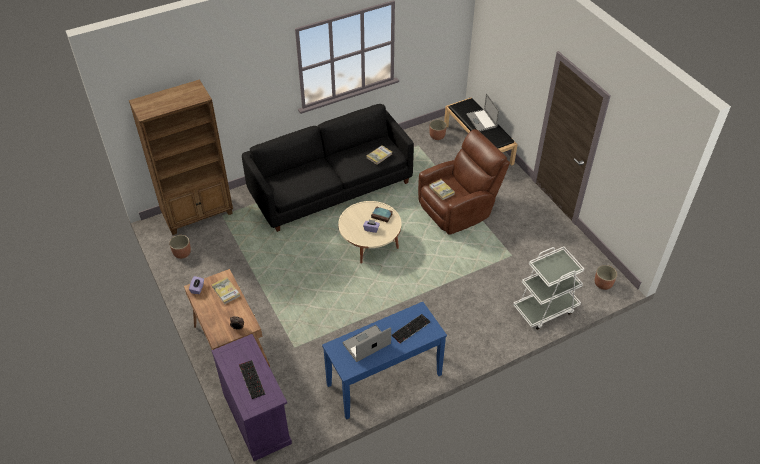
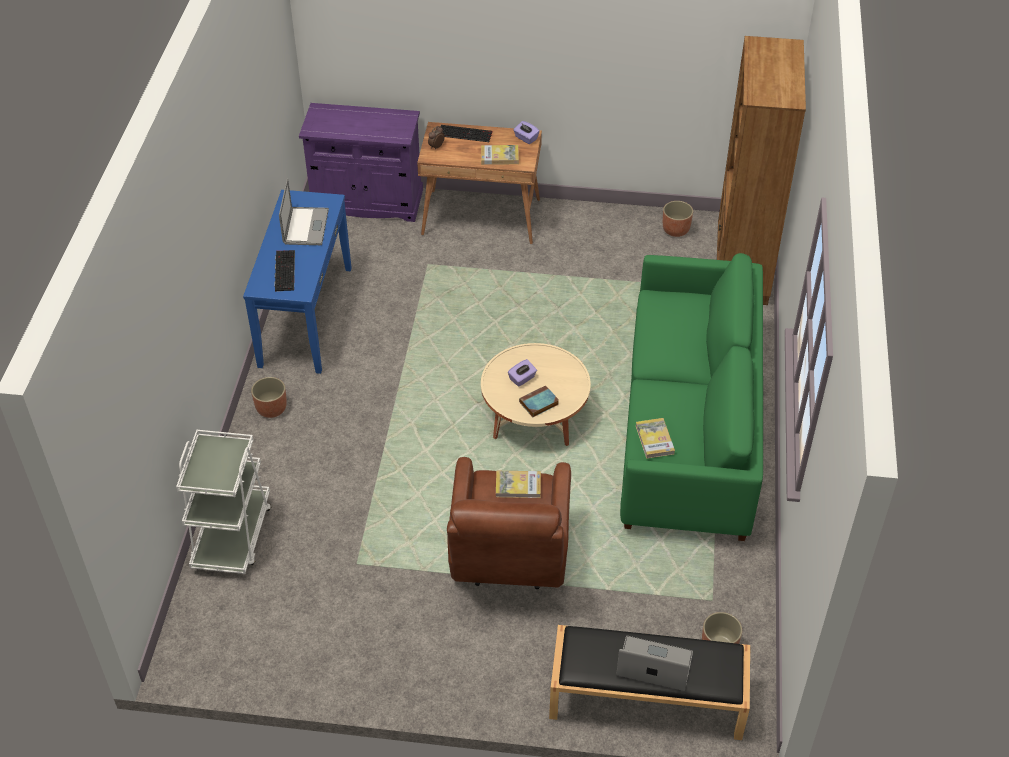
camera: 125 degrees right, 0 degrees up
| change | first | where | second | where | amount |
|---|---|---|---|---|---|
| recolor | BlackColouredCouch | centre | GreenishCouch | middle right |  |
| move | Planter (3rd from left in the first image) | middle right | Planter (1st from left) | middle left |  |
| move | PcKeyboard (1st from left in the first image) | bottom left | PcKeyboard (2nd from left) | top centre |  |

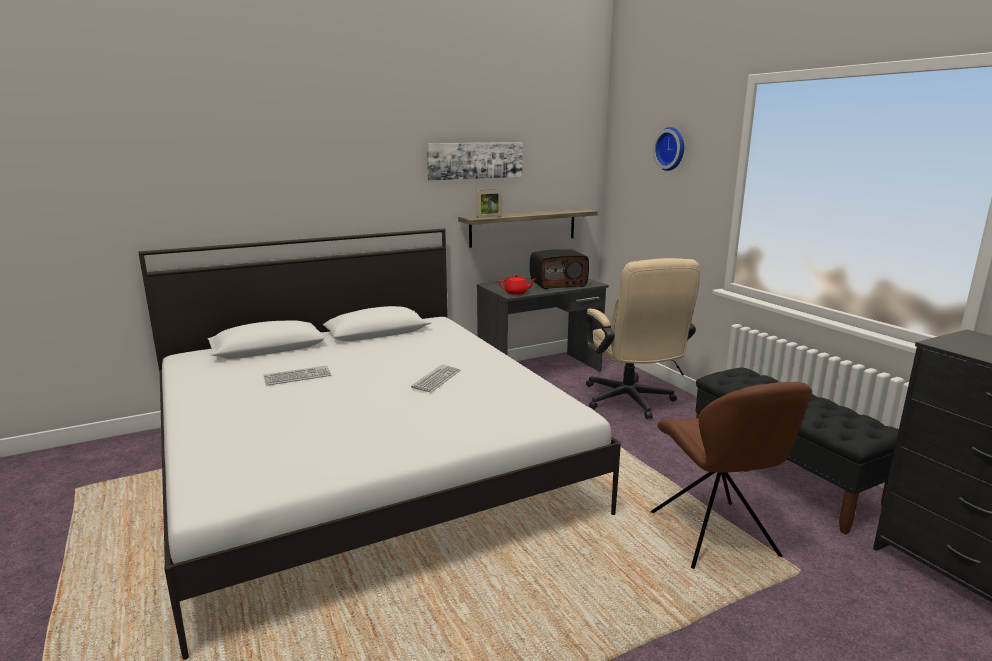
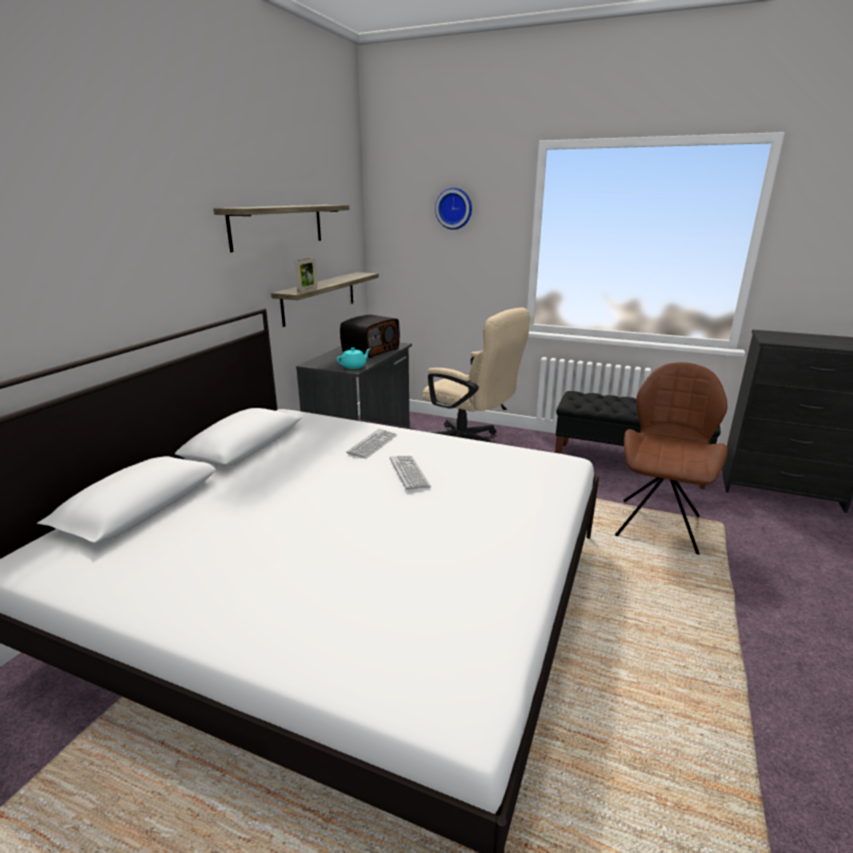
camera: 40 degrees left, 5 degrees up
| change | first | where | second | where | amount |
|---|---|---|---|---|---|
| replace | Picture | top centre | WallShelf (1st from left) | top left |  |
| recolor | RedColouredPotForTea | centre | TurquoiseColouredPotForTea | centre |  |
| move | PcKeyboard (1st from left) | middle left |  | centre |  |
| rotate | BrownColouredChair | bottom right |  | middle right | 105 degrees counterclockwise |

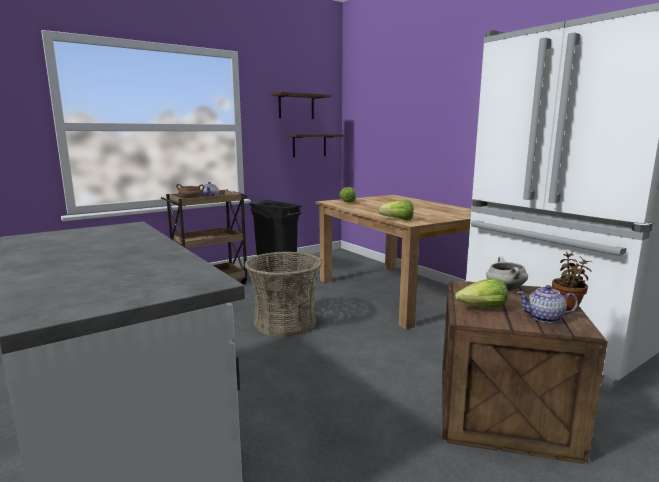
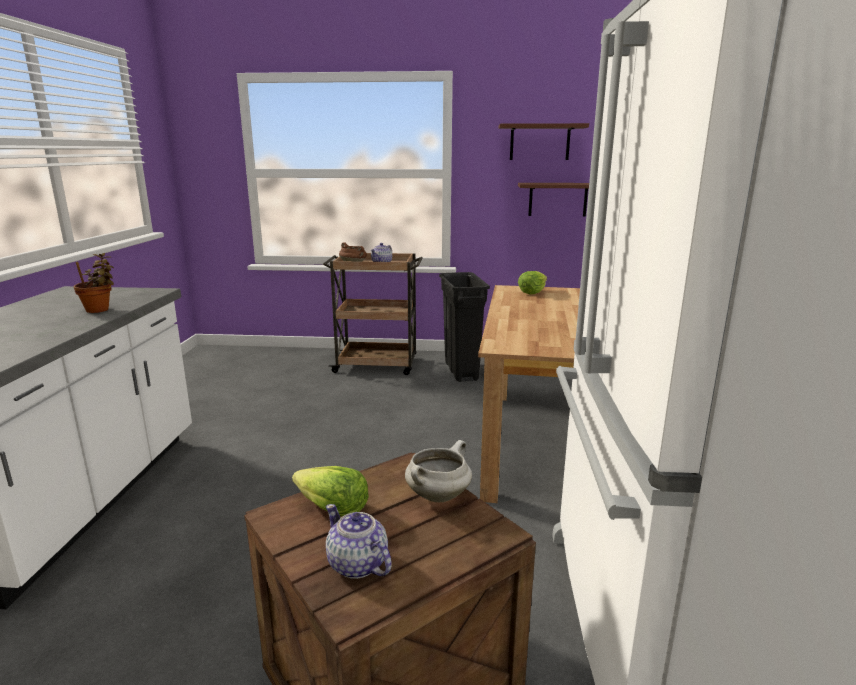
camera: 40 degrees right, 5 degrees up
| change | first | where | second | where | amount |
|---|---|---|---|---|---|
| delete | HeadOfLettuce (2nd from left) | centre |  |  |  |
| delete | StorageBasket | centre |  |  |  |
| move | Houseplant | middle right |  | middle left |  |

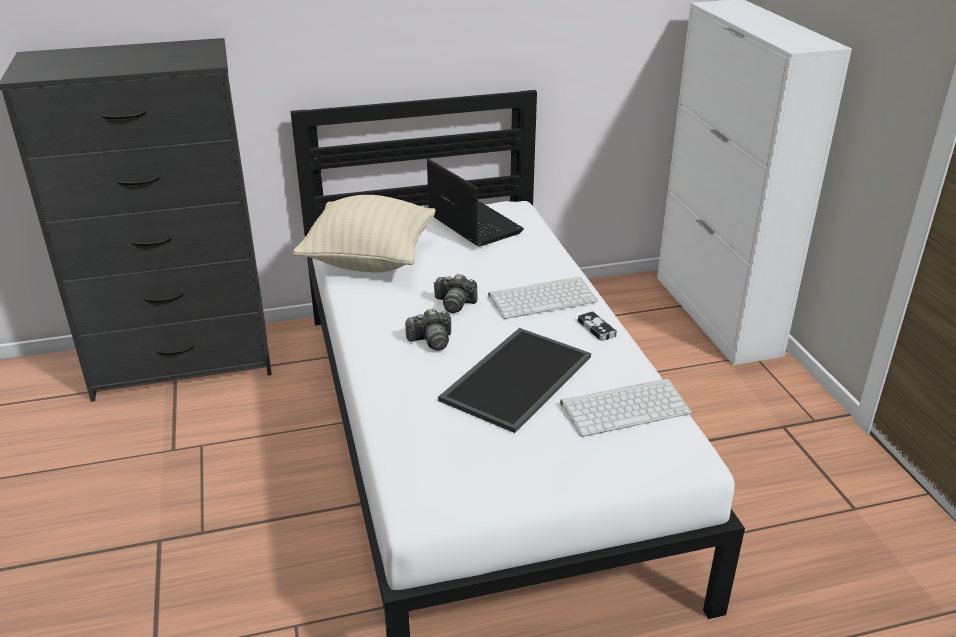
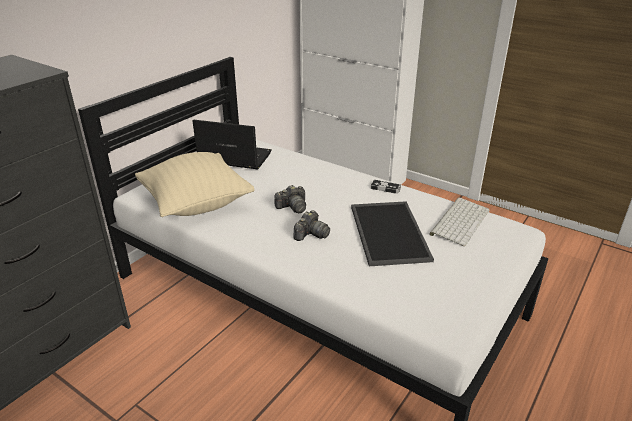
camera: 40 degrees left, 0 degrees up
| change | first | where | second | where | amount |
|---|---|---|---|---|---|
| delete | PcKeyboard (1st from left) | centre |  |  |  |

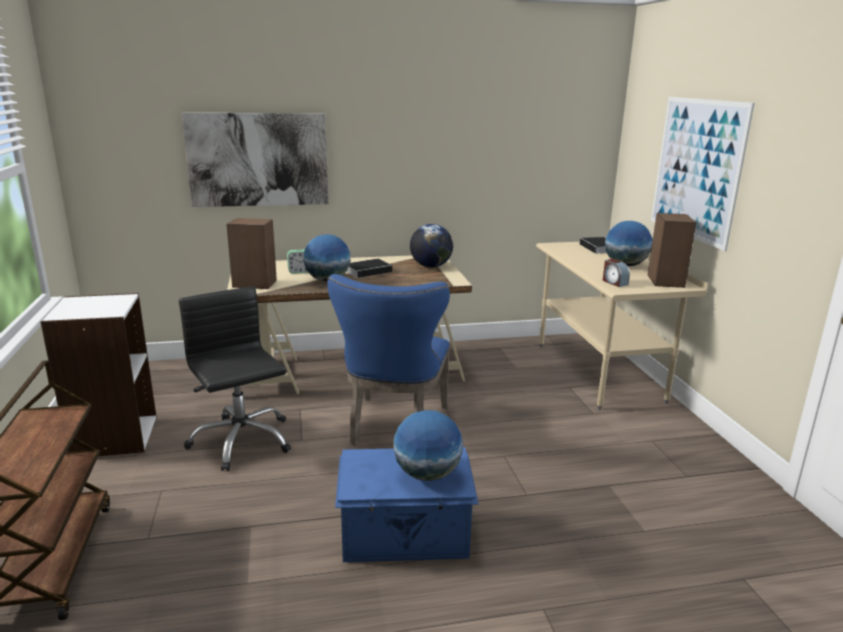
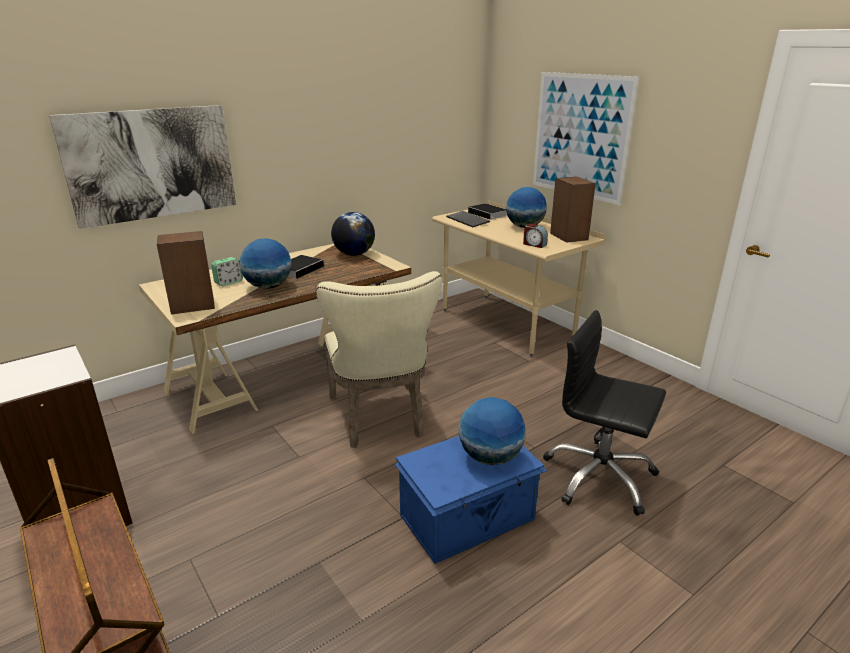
camera: 25 degrees left, 5 degrees up
| change | first | where | second | where | amount |
|---|---|---|---|---|---|
| recolor | BlueColouredChair | centre | BeigeColouredChair | centre |  |
| move | BlackColouredDeskChair | middle left |  | middle right |  |
| insert |  |  | PcKeyboard | centre |  |

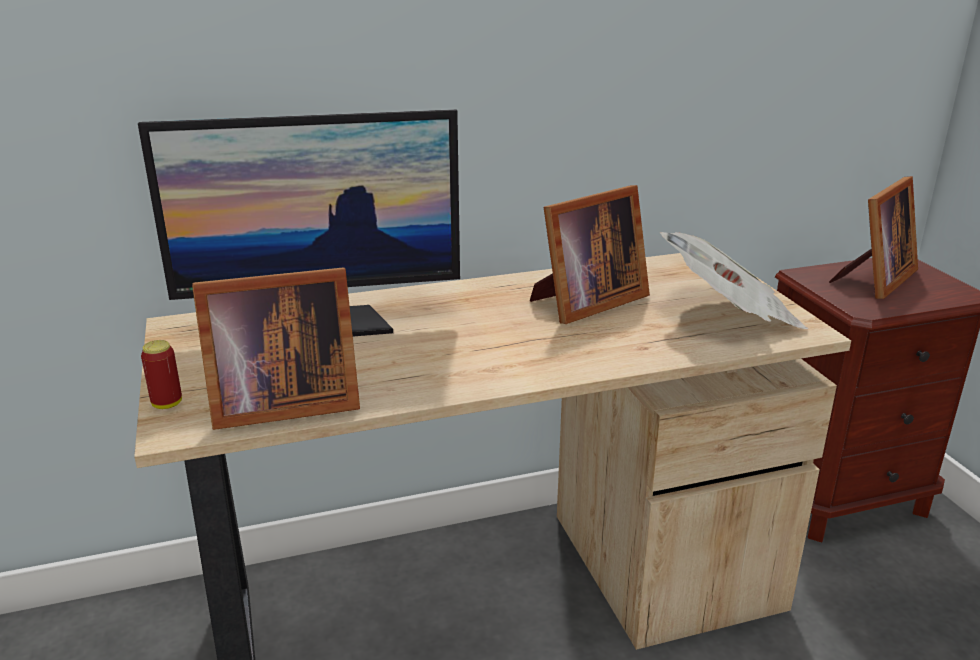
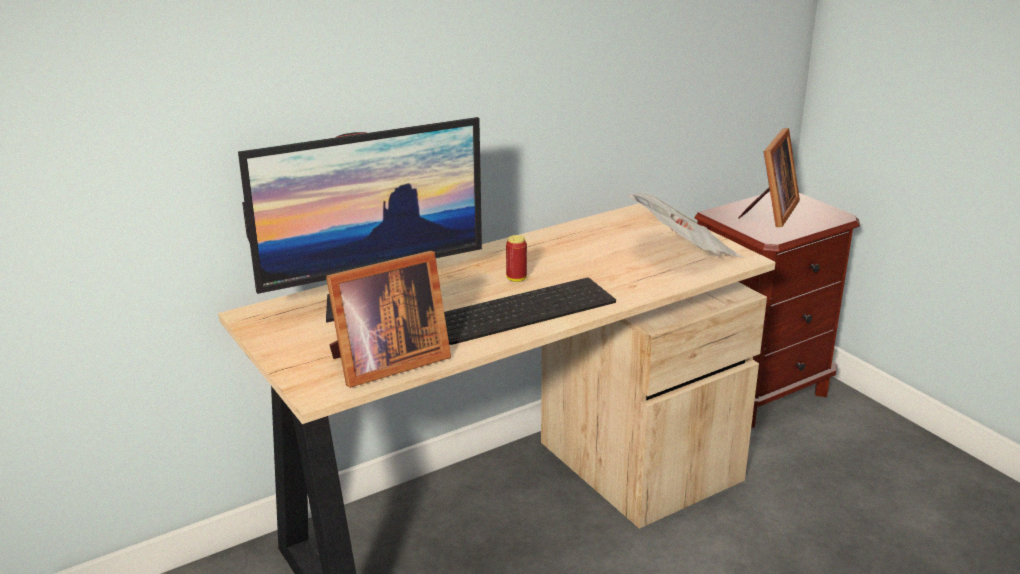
camera: 15 degrees left, 0 degrees up
| change | first | where | second | where | amount |
|---|---|---|---|---|---|
| delete | StandingFrame (2nd from left) | centre |  |  |  |
| move | MetalCan | middle left |  | centre |  |
| insert |  |  | PcKeyboard | centre |  |

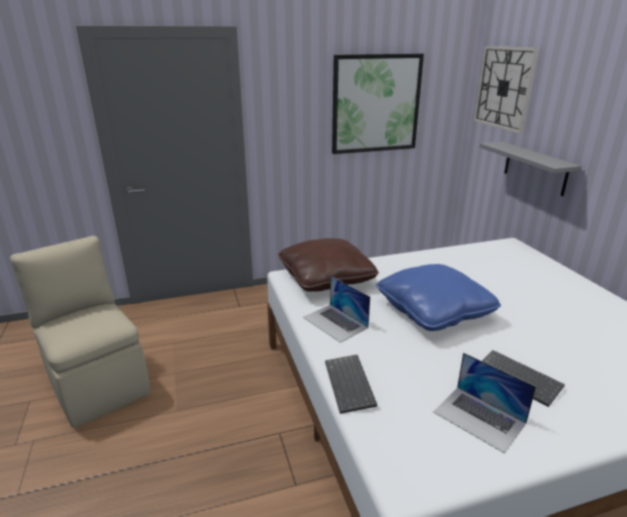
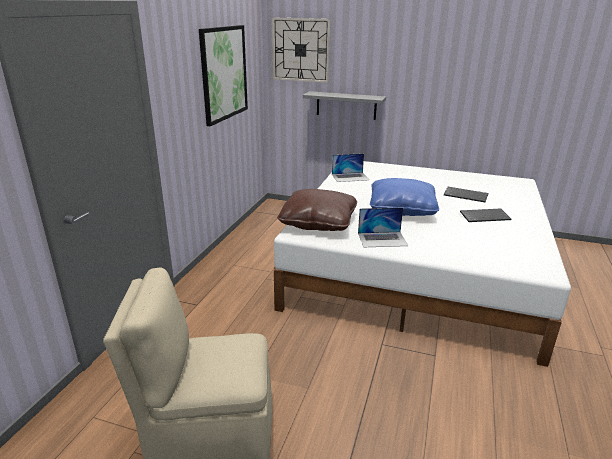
camera: 55 degrees left, 0 degrees up
| change | first | where | second | where | amount |
|---|---|---|---|---|---|
| move | NotebookComputer (2nd from left in the first image) | bottom right | NotebookComputer (1st from left) | centre |  |
| move | PcKeyboard (1st from left) | bottom centre |  | middle right |  |

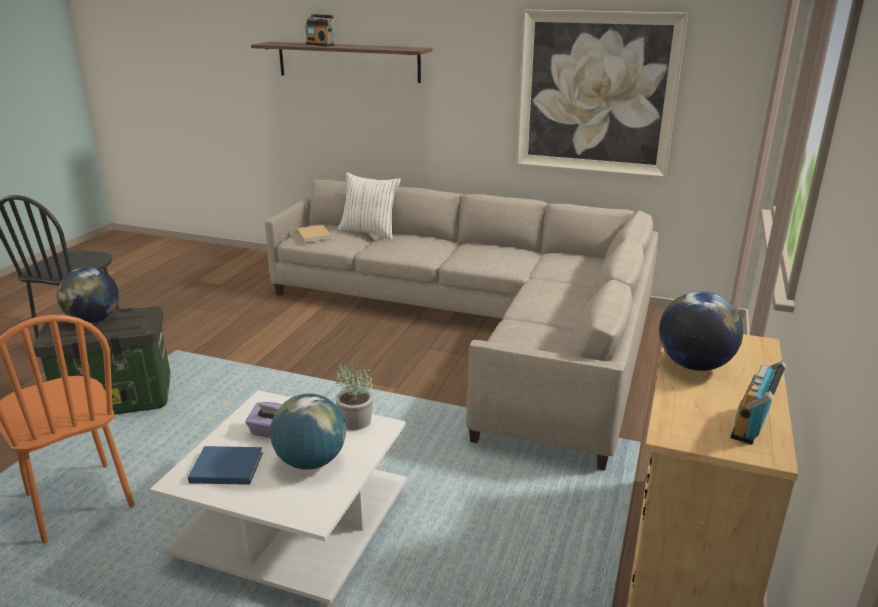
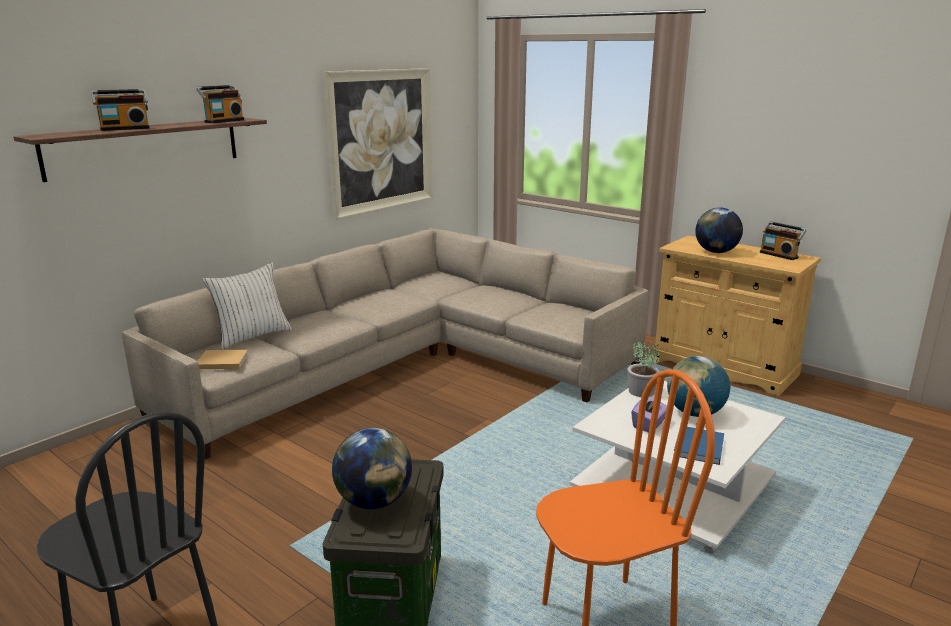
camera: 70 degrees left, 5 degrees down
| change | first | where | second | where | amount |
|---|---|---|---|---|---|
| insert |  |  | RadioReceiver (2nd from left) | top left |  |

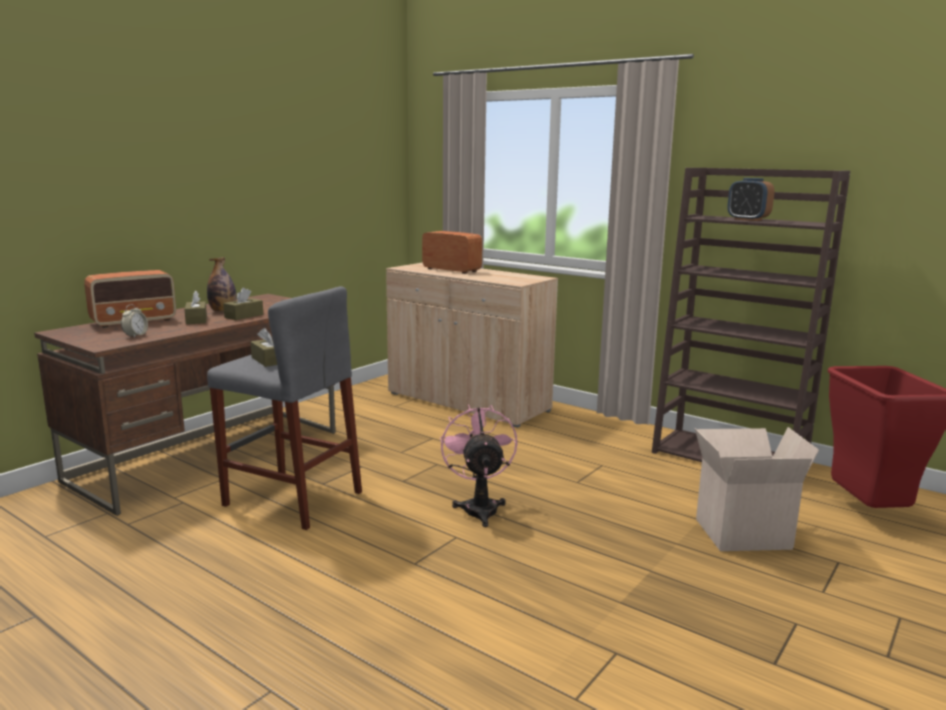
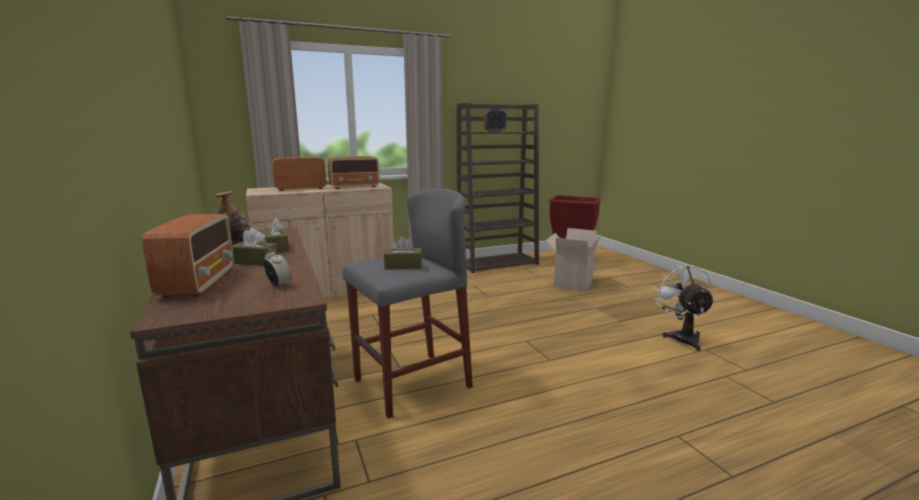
camera: 60 degrees left, 0 degrees up
| change | first | where | second | where | amount |
|---|---|---|---|---|---|
| delete | PinkFan | centre |  |  |  |
| insert |  |  | RadioReceiver (3rd from left) | centre |  |
| insert |  |  | WhiteColouredFan | middle right |  |

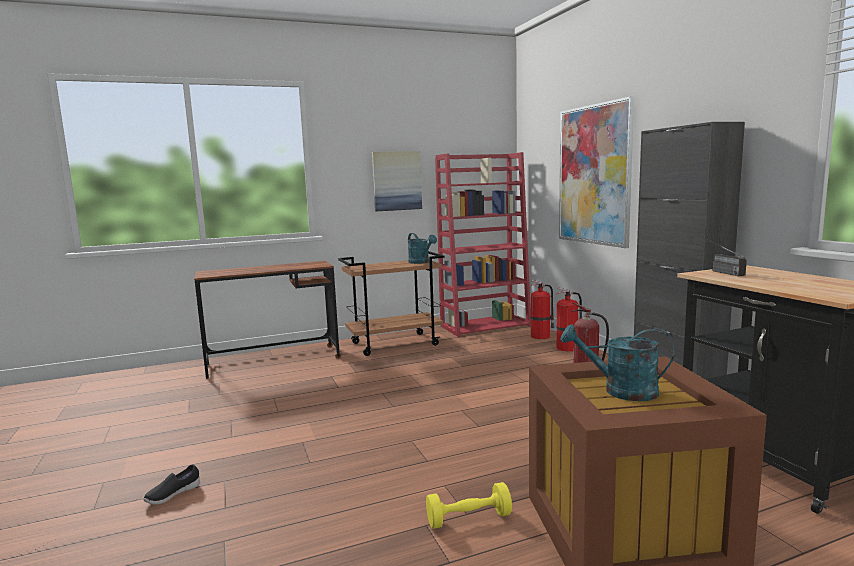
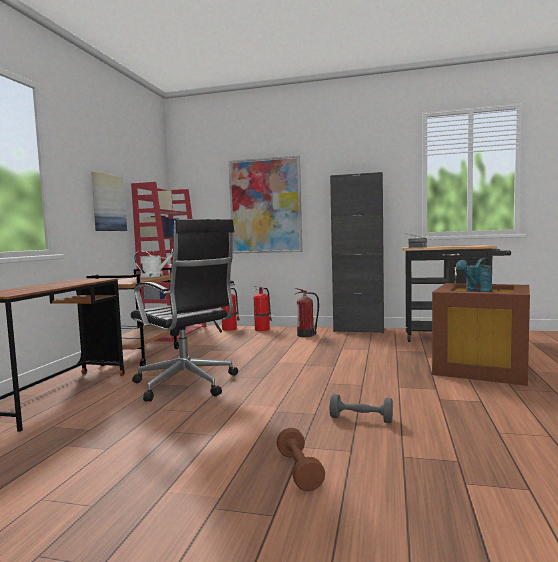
camera: 55 degrees left, 5 degrees down
| change | first | where | second | where | amount |
|---|---|---|---|---|---|
| recolor | TurquoiseColouredSprinklingCan (1st from left) | centre | WhiteColouredSprinklingCan | middle left |  |
| replace | BlackColouredShoe | bottom left | BrownColouredDumbbell | bottom centre |  |
| delete | YellowColouredDumbbell | bottom centre |  |  |  |
| insert |  |  | BlackColouredDeskChair | middle left |  |
| insert |  |  | GreyDumbbell | bottom centre |  |

